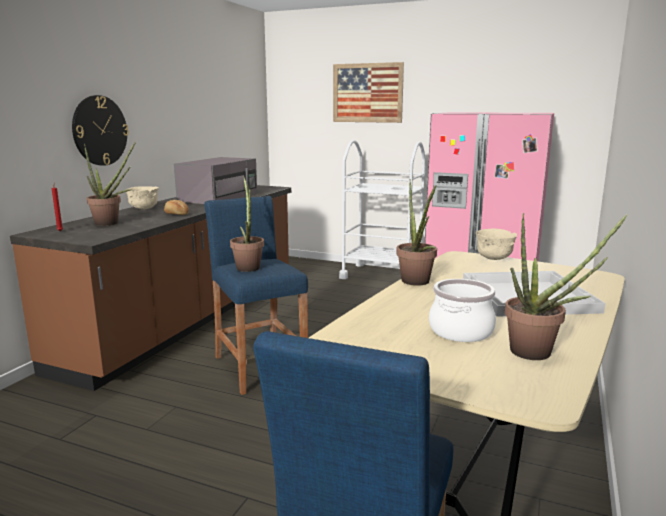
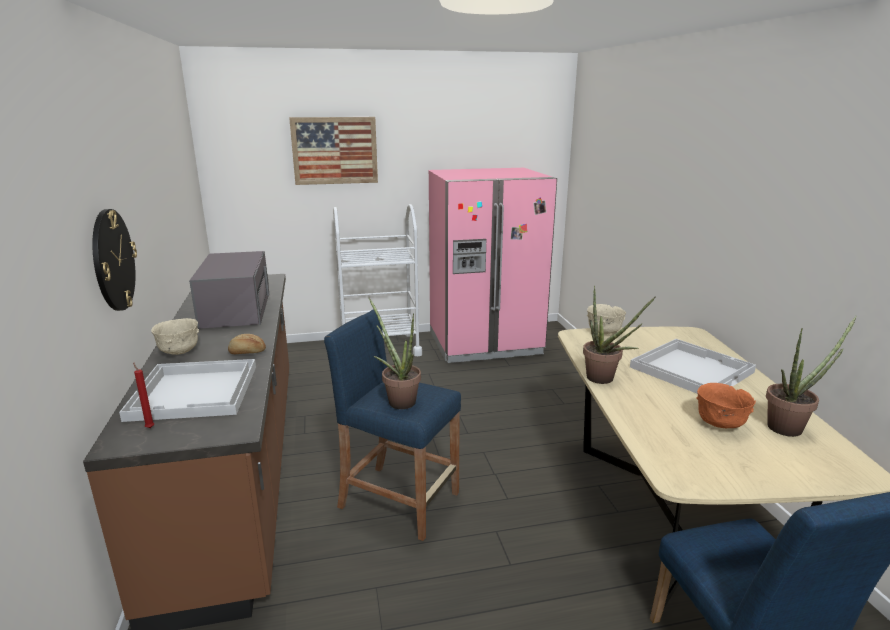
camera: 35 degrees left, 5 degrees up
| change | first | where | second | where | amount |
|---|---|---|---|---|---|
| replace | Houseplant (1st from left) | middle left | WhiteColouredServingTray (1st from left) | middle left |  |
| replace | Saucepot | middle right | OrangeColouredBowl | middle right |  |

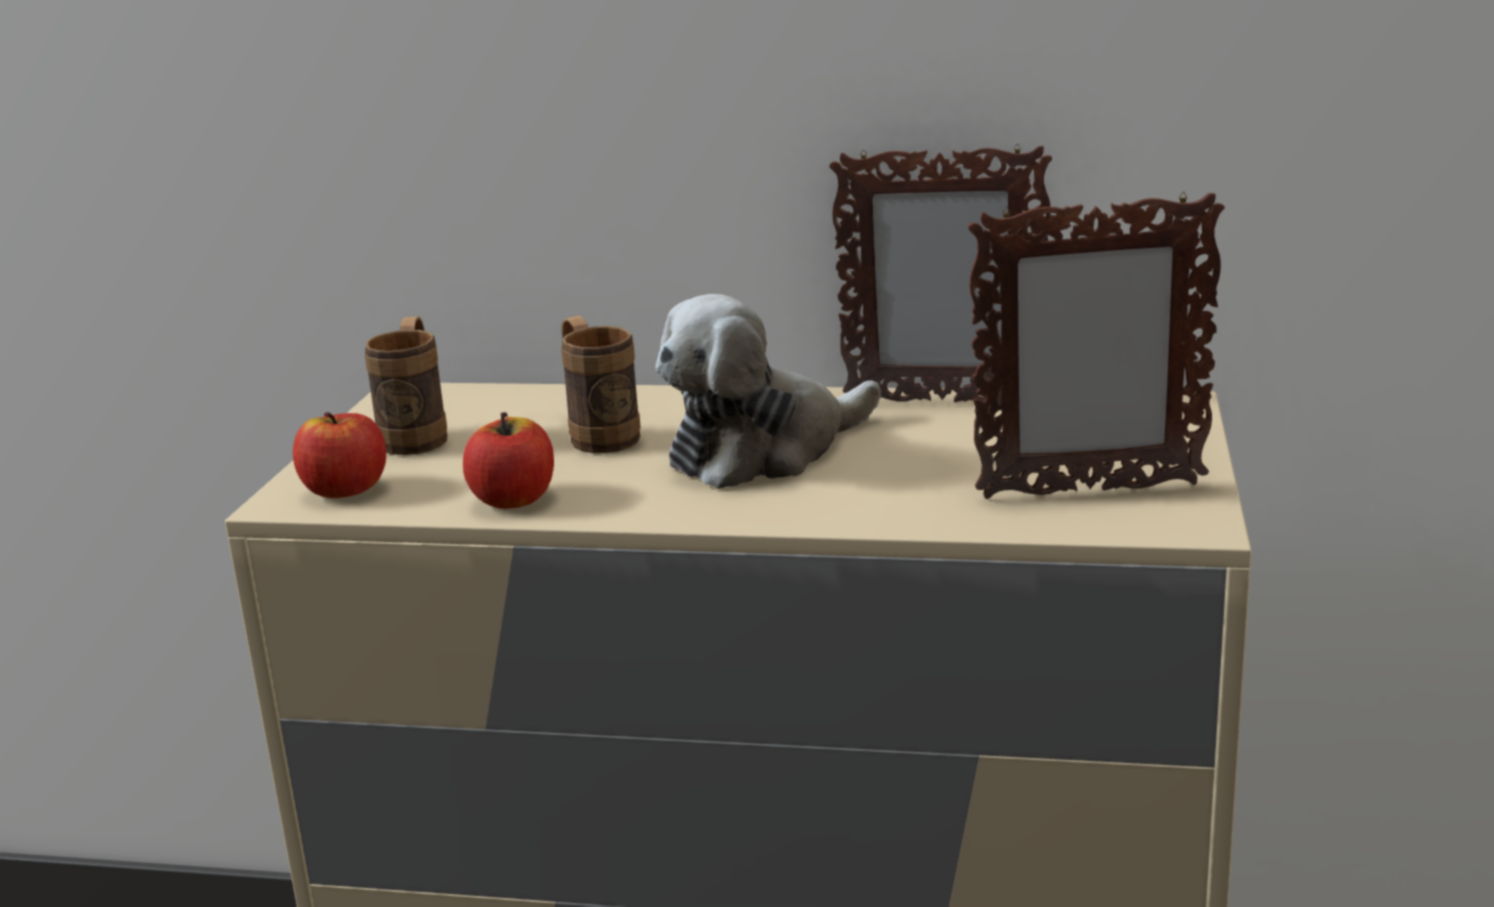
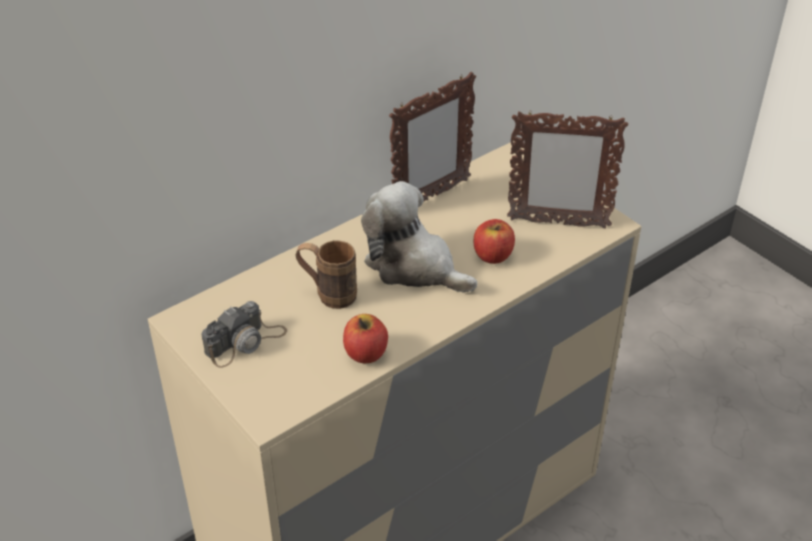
camera: 50 degrees left, 20 degrees up
| change | first | where | second | where | amount |
|---|---|---|---|---|---|
| rotate | StandingFrame (2nd from left) | middle right |  | top right | 60 degrees clockwise |
| rotate | CuddlyToy | centre |  | centre | 120 degrees clockwise |
| replace | BrownColouredTeaMug (1st from left) | middle left | PhotoCamera | middle left |  |
| move | WholeApple (1st from left in the first image) | middle left | WholeApple (2nd from left) | centre |  |

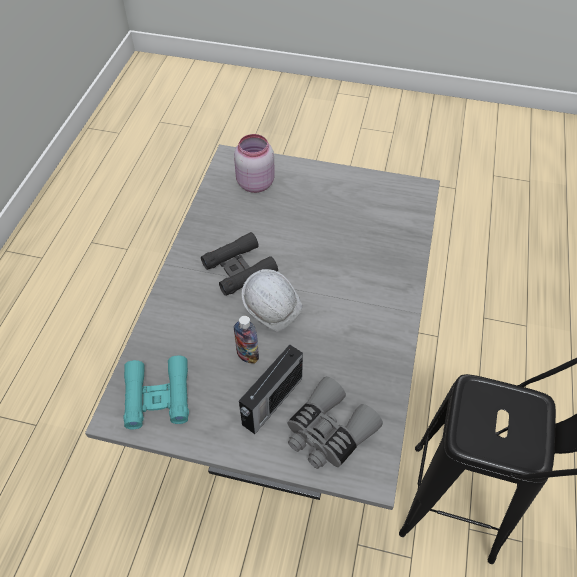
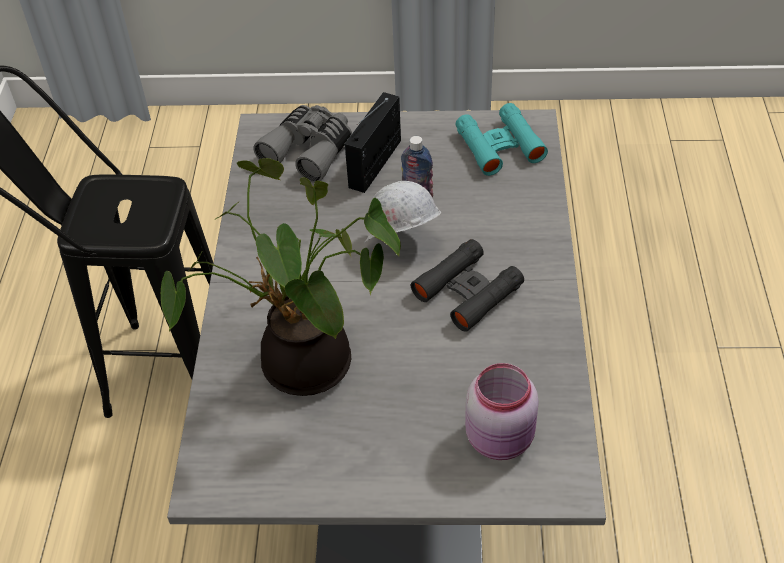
camera: 170 degrees right, 5 degrees down
| change | first | where | second | where | amount |
|---|---|---|---|---|---|
| insert |  |  | Houseplant | centre |  |

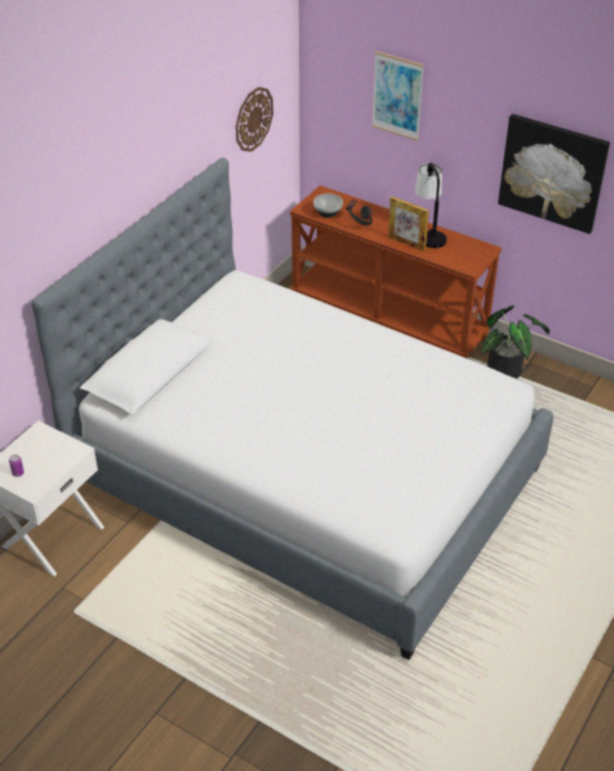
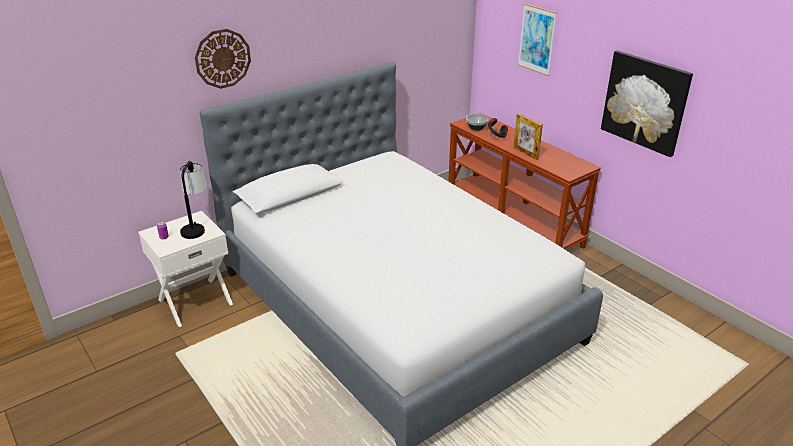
camera: 20 degrees right, 10 degrees down
| change | first | where | second | where | amount |
|---|---|---|---|---|---|
| move | ClockOnTheWall | top centre |  | top left |  |
| move | TabletopLamp | top right |  | middle left |  |
| delete | Houseplant | middle right |  |  |  |

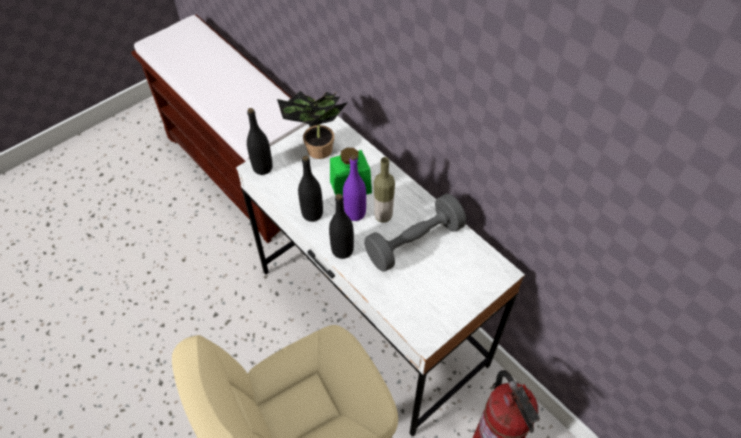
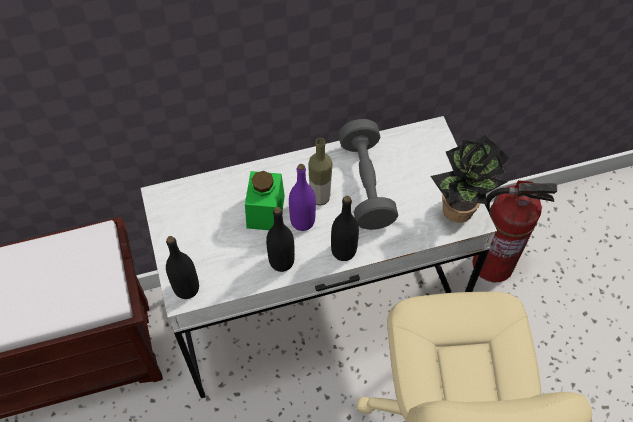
camera: 65 degrees left, 5 degrees up
| change | first | where | second | where | amount |
|---|---|---|---|---|---|
| move | Houseplant | top centre |  | middle right |  |

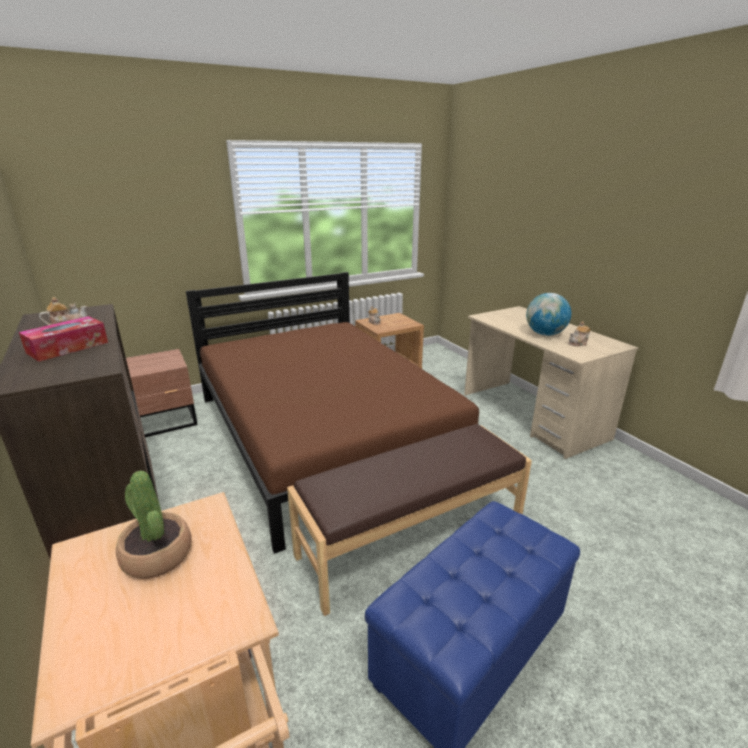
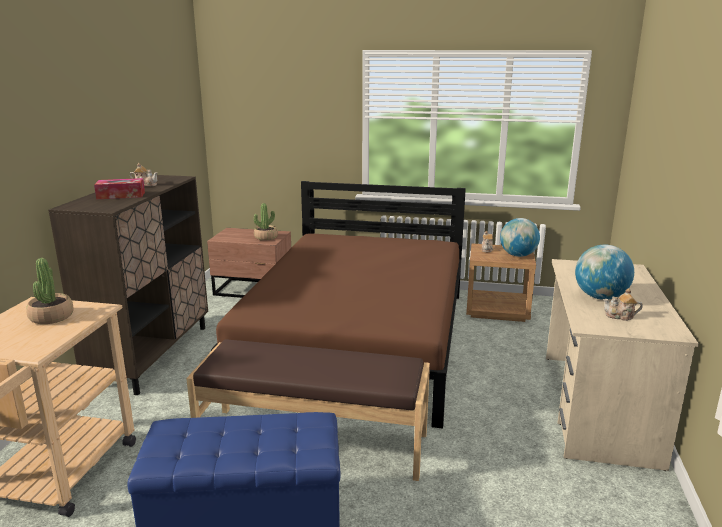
camera: 40 degrees right, 5 degrees down
| change | first | where | second | where | amount |
|---|---|---|---|---|---|
| insert |  |  | Houseplant (2nd from left) | centre |  |
| insert |  |  | DeskGlobe (1st from left) | middle right |  |

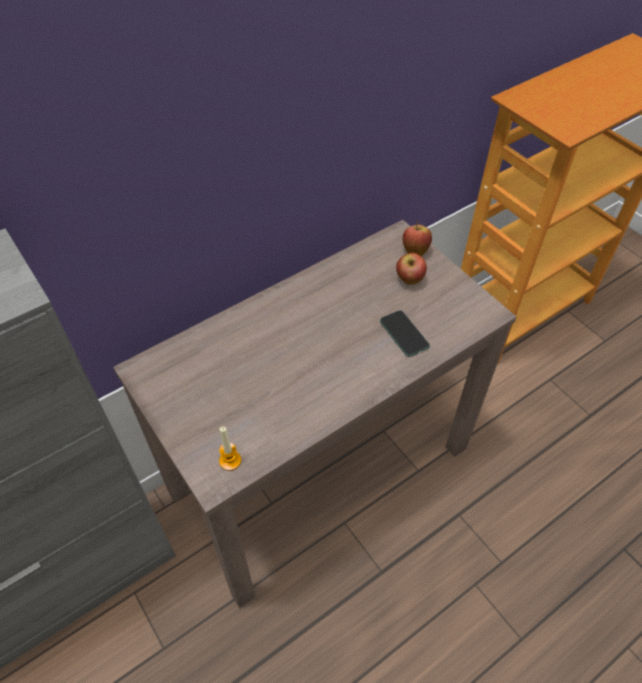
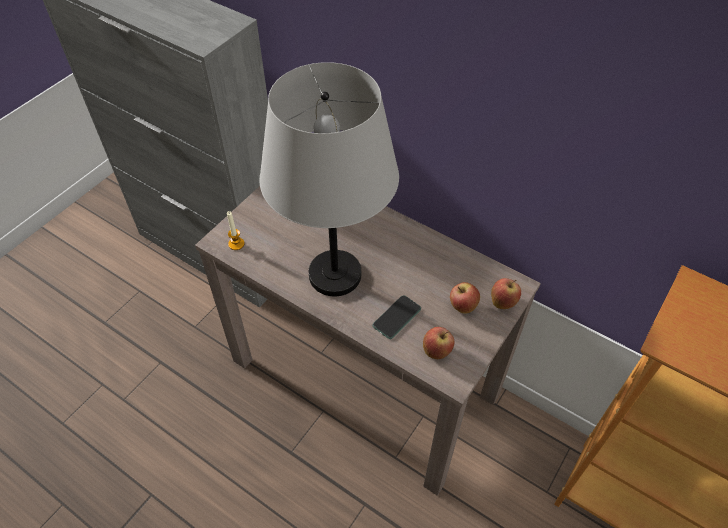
camera: 70 degrees right, 0 degrees up
| change | first | where | second | where | amount |
|---|---|---|---|---|---|
| insert |  |  | GreyTabletopLamp | centre |  |
| insert |  |  | WholeApple (1st from left) | centre |  |

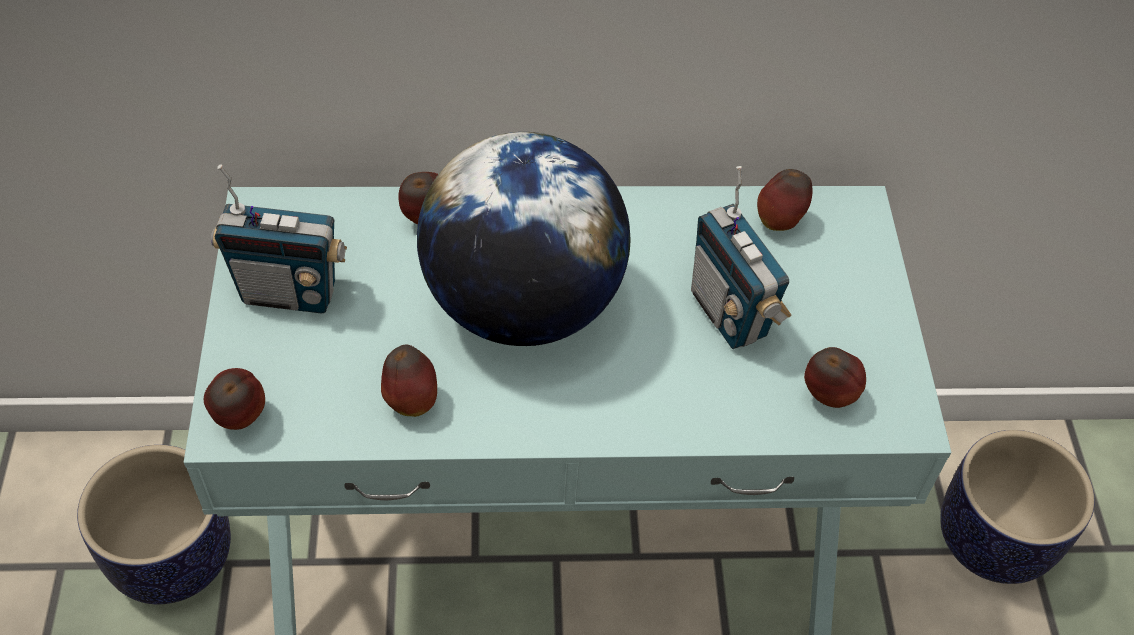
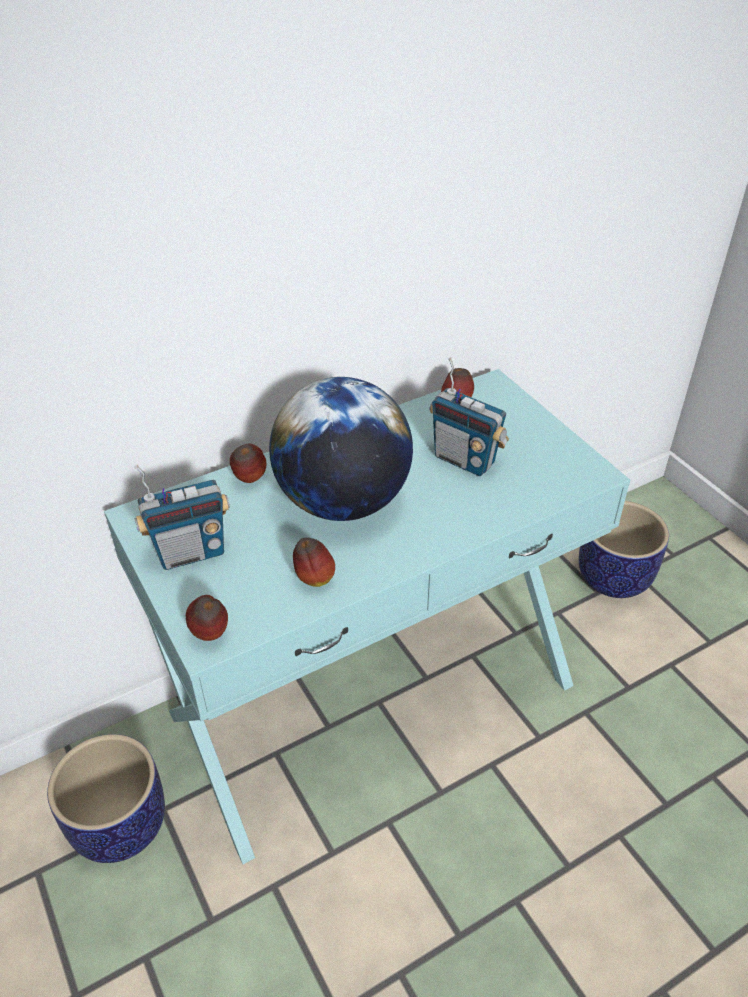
camera: 25 degrees left, 10 degrees down
| change | first | where | second | where | amount |
|---|---|---|---|---|---|
| delete | WholeApple (5th from left) | middle right |  |  |  |

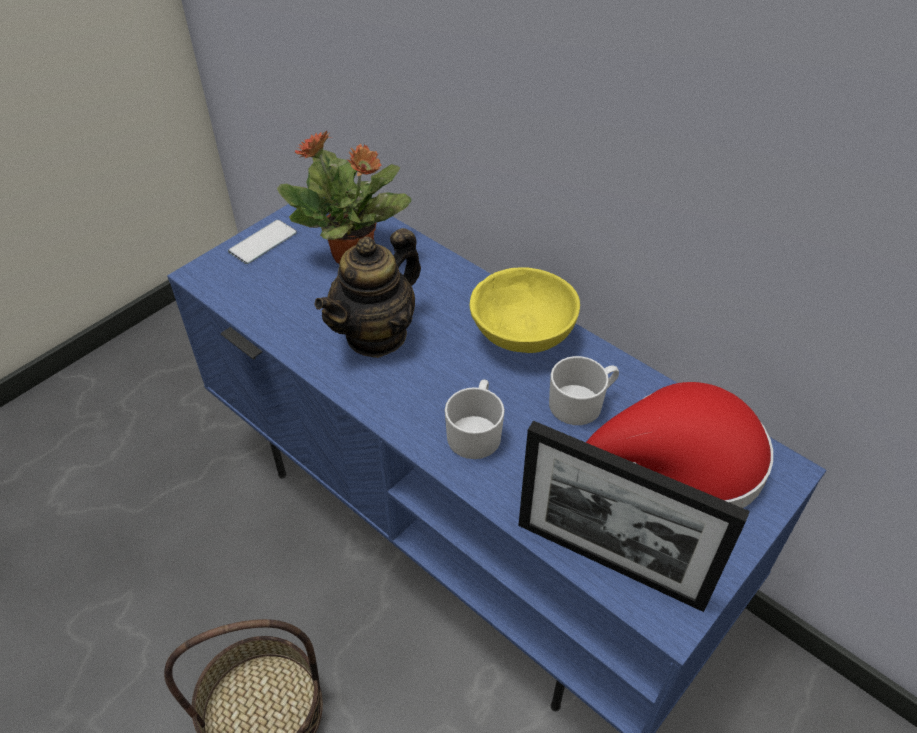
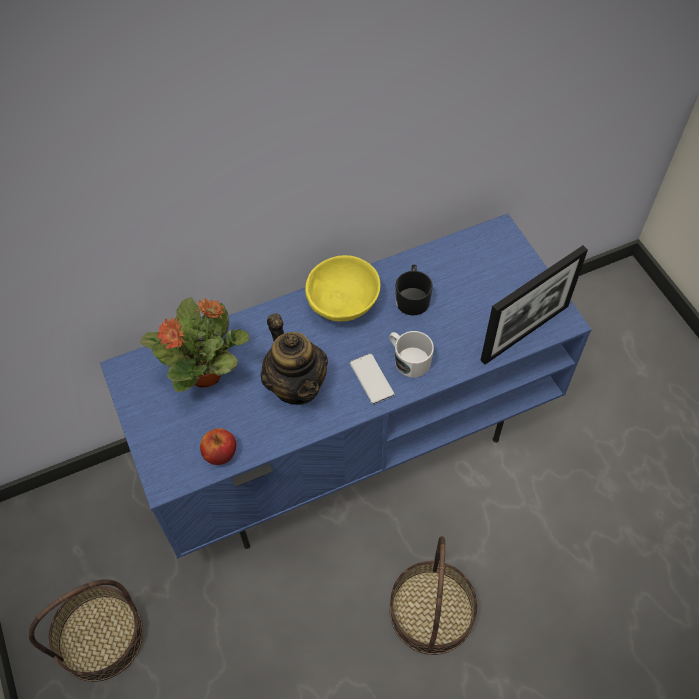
camera: 65 degrees left, 10 degrees up
| change | first | where | second | where | amount |
|---|---|---|---|---|---|
| move | Handset | top left |  | centre |  |
| recolor | WhiteColouredTeaMug (2nd from left) | centre | BlackColouredTeaMug | centre |  |
| delete | RedColouredWearableHat | middle right |  |  |  |
| insert |  |  | WholeApple | middle left |  |
| insert |  |  | StorageBasket (1st from left) | bottom left |  |

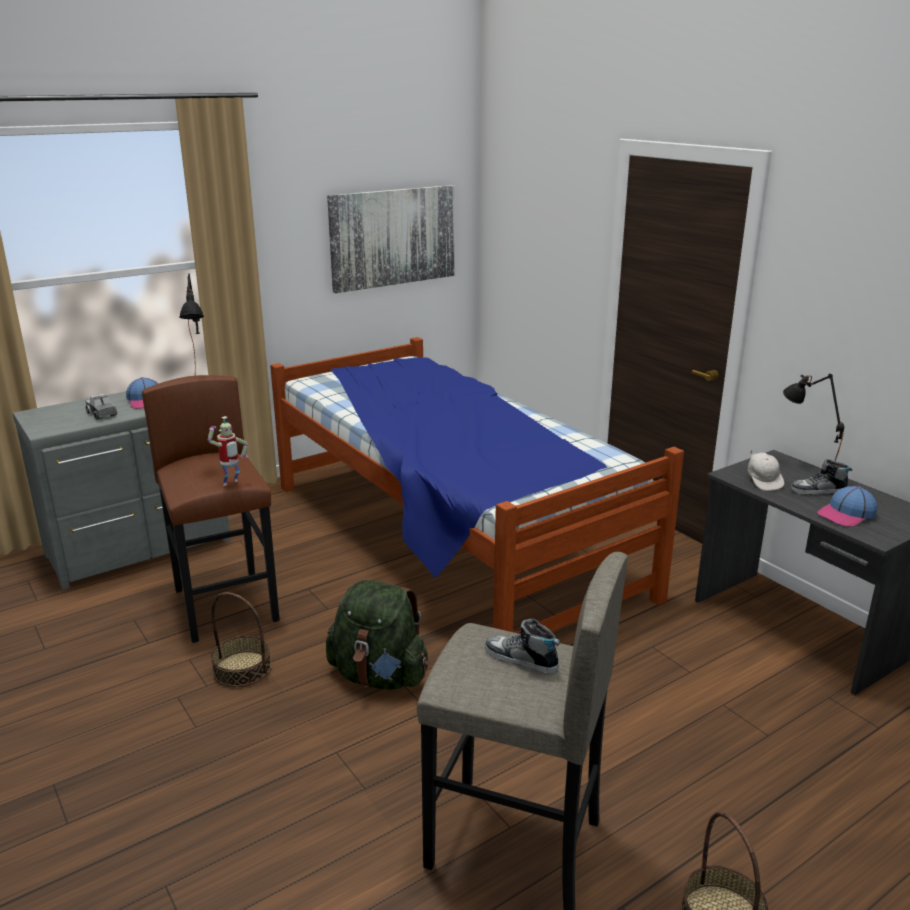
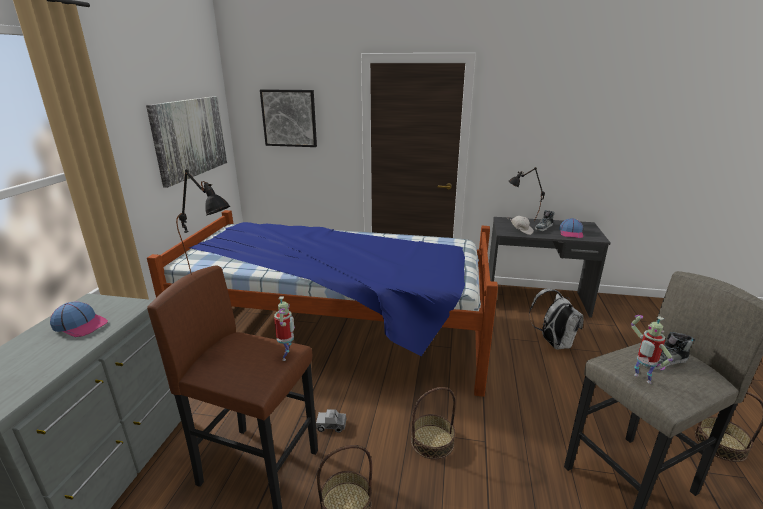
camera: 45 degrees left, 0 degrees up
| change | first | where | second | where | amount |
|---|---|---|---|---|---|
| move | ToyTruck | middle left |  | bottom centre |  |
| replace | GreenishKnapsack | bottom centre | StorageBasket (2nd from left) | bottom centre |  |
| insert |  |  | Picture (2nd from left) | top centre |  |
| insert |  |  | WhiteColouredKnapsack | middle right |  |
| insert |  |  | ToyRobot (2nd from left) | bottom right |  |

